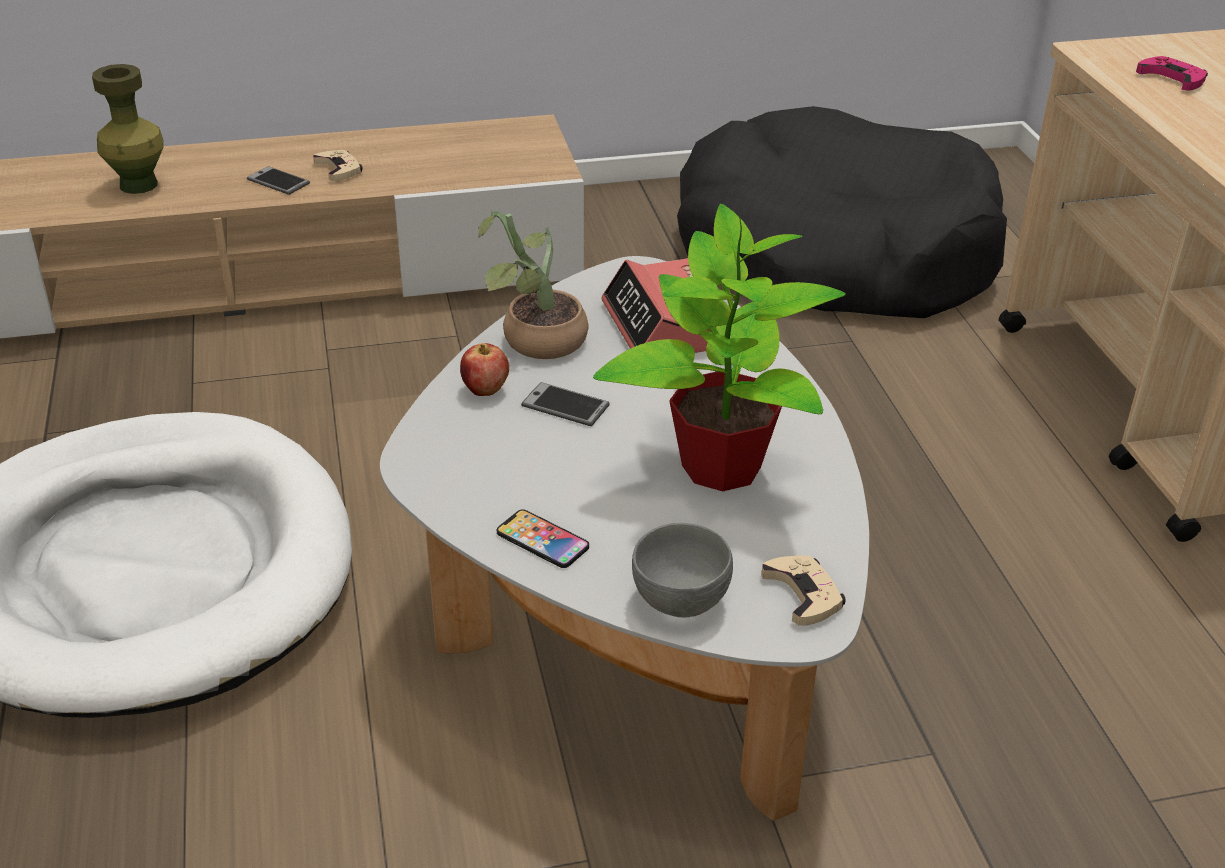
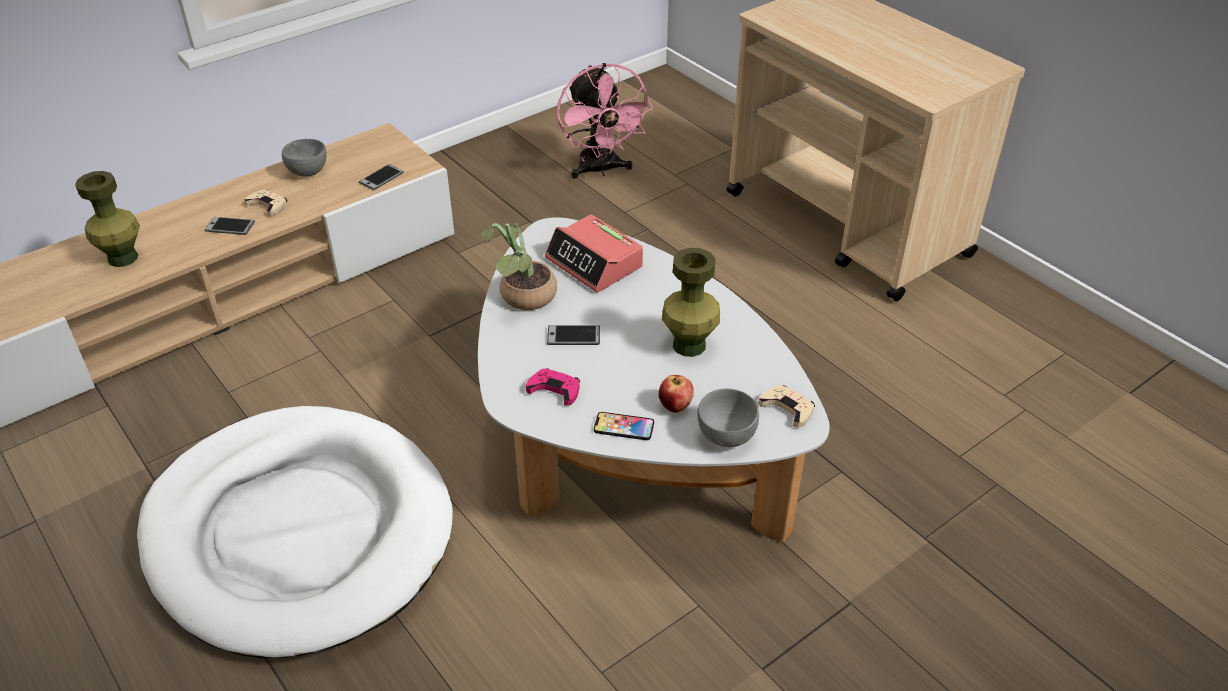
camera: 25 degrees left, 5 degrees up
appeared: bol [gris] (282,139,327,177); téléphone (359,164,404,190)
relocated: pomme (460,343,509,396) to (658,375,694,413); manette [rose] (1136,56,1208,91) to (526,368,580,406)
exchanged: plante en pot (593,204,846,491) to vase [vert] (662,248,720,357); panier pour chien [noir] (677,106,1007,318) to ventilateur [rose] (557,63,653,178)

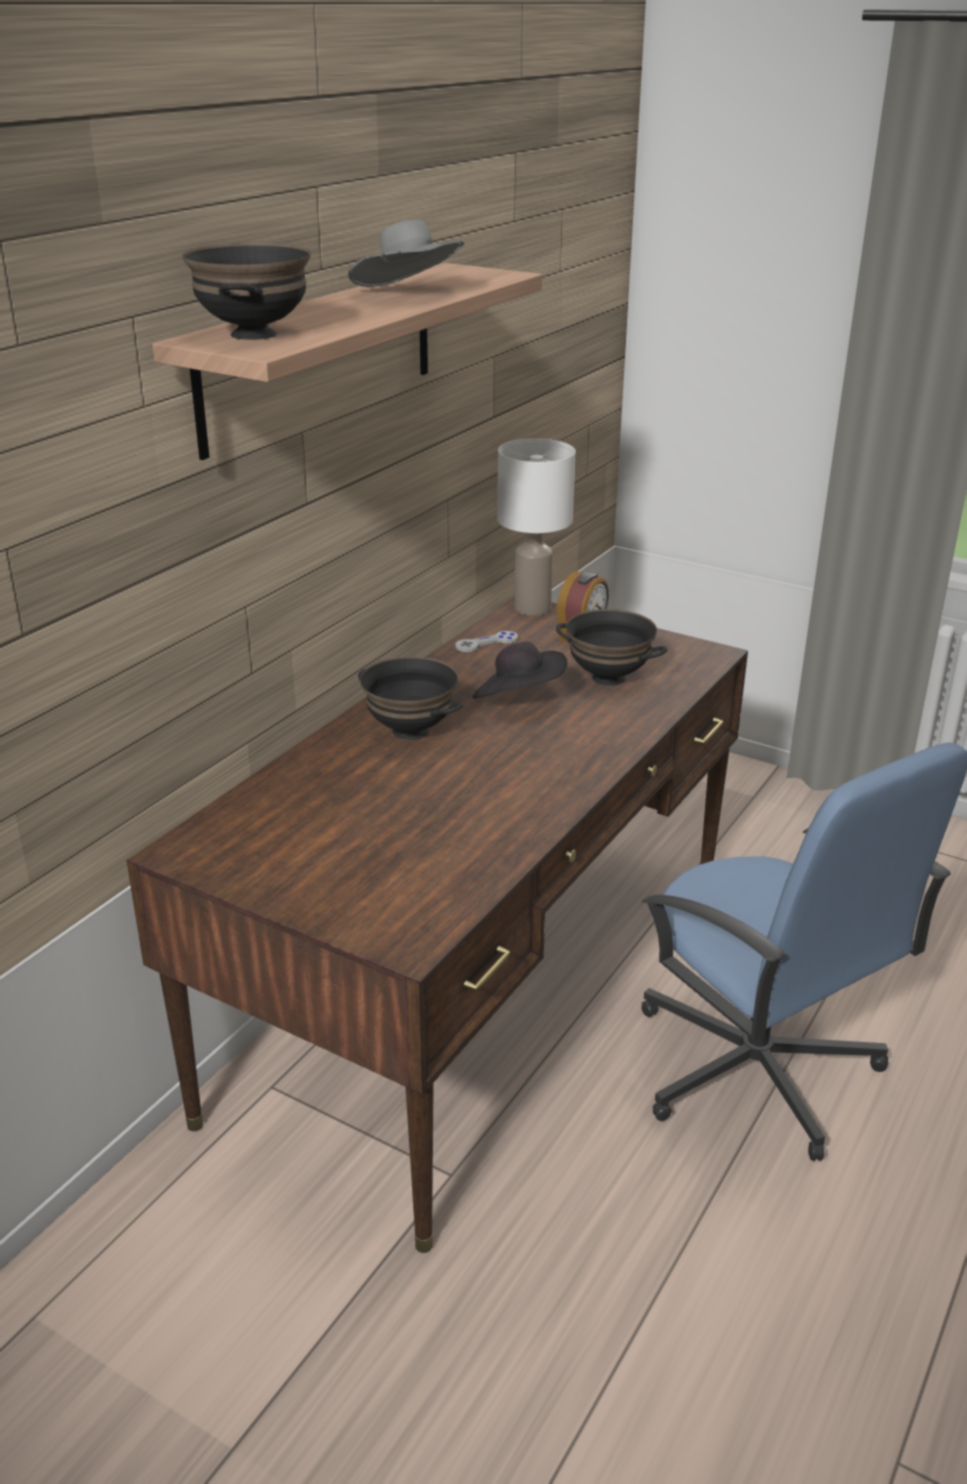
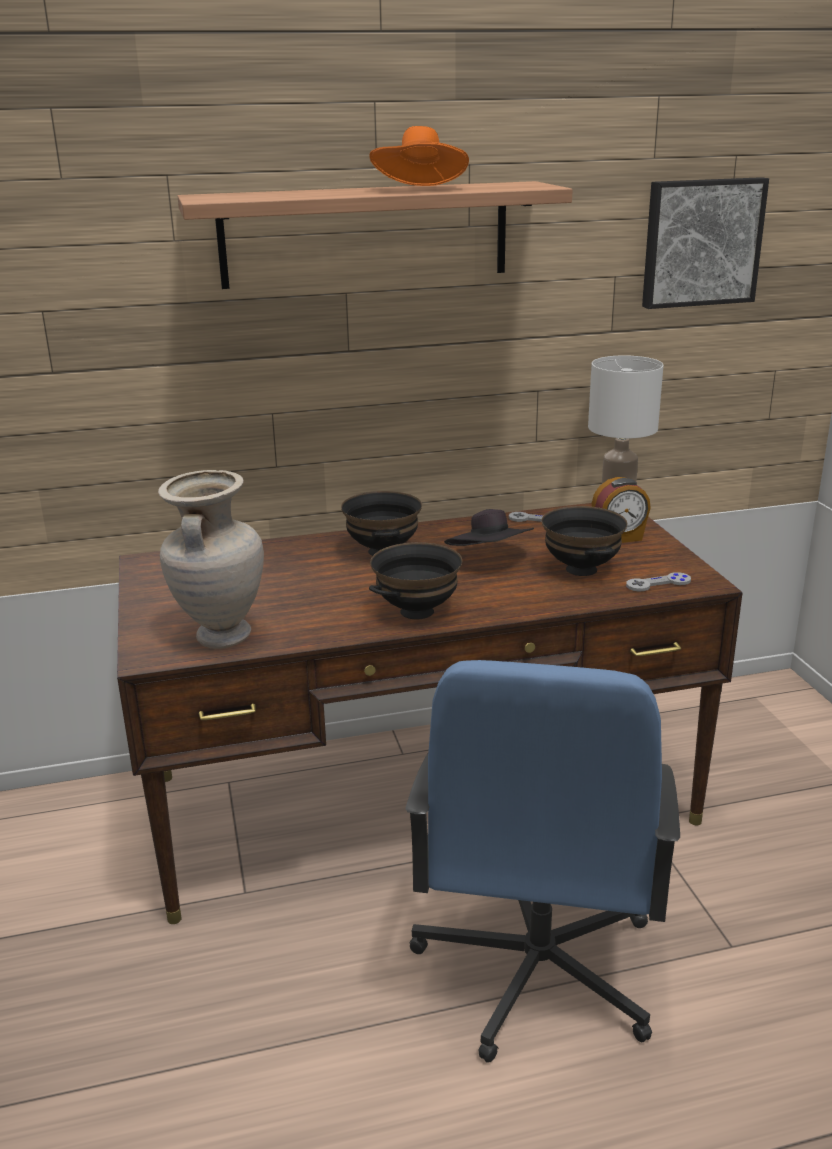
camera: 45 degrees right, 5 degrees down
appeared: vase [beige] (158,470,264,649); manette [gris] (626,572,691,591); tableau (642,177,769,309)
relocated: bol [noir] (183,243,311,340) to (369,542,462,619)
colour: chapeau [gris] (348,219,464,287) to chapeau [orange] (369,126,469,186)

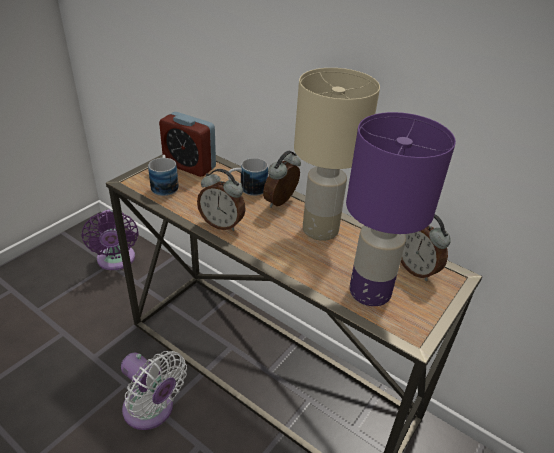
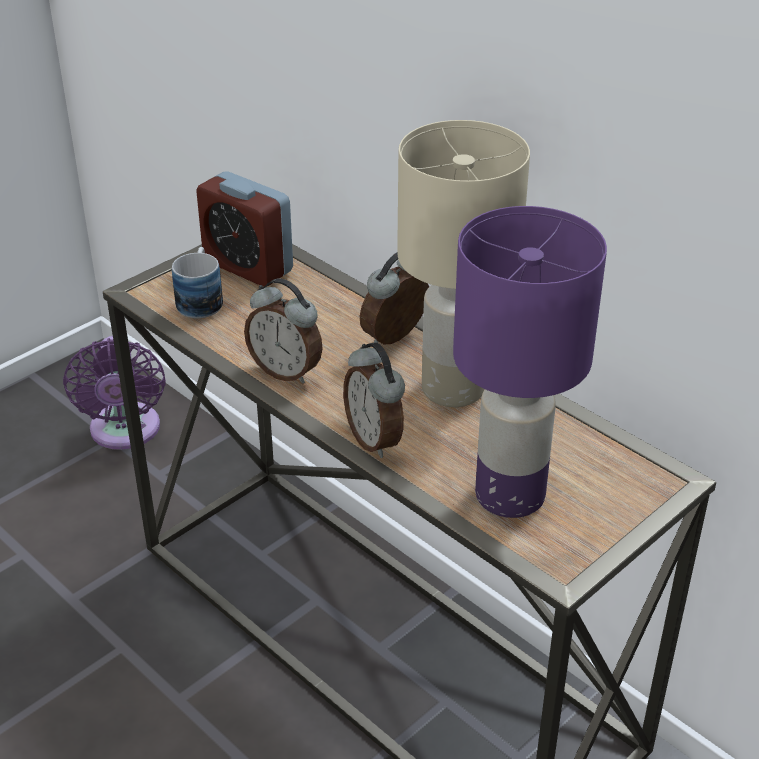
camera: 10 degrees right, 0 degrees up
missing: ventilateur [blanc] (121,351,187,430); mug (228,158,268,196)
relocated: réveil (401,214,451,281) to (343,342,405,458)

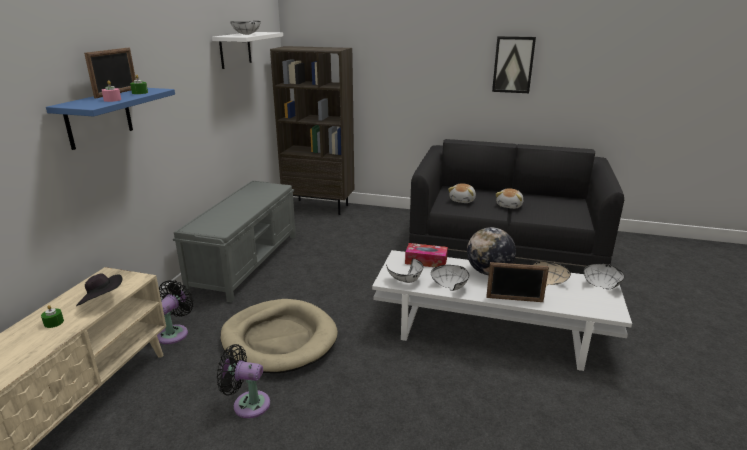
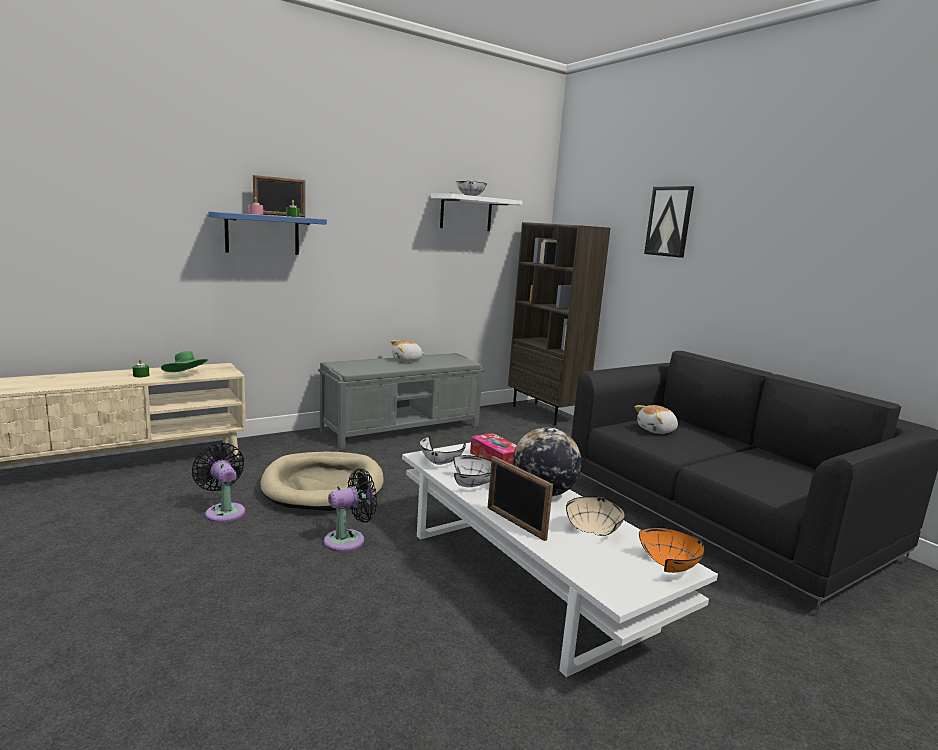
camera: 40 degrees right, 10 degrees down
relocated: ventilateur [noir] (157,280,194,344) to (324,469,377,552); tableau (492,36,536,93) to (644,186,694,258); peluche (496,188,523,209) to (391,340,425,362)
colour: chapeau [noir] (76,274,122,306) to chapeau [vert] (161,351,208,372); bol [blanc] (584,264,624,289) to bol [orange] (639,527,705,573)

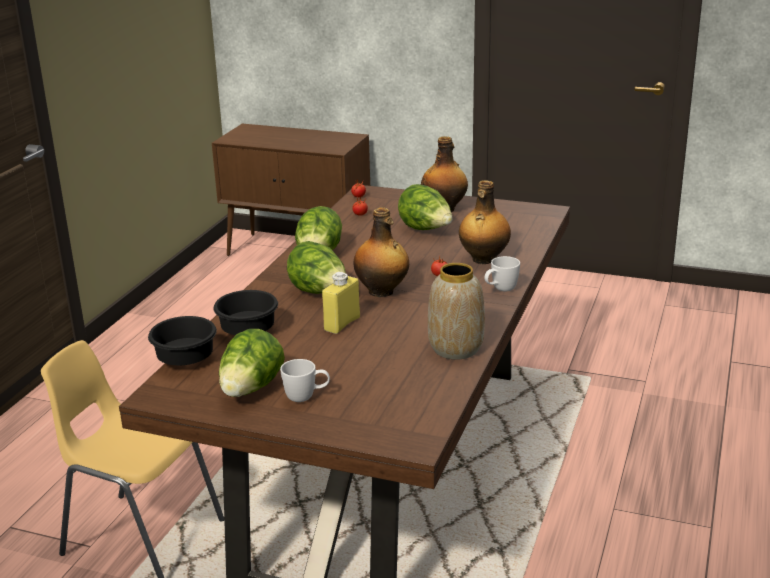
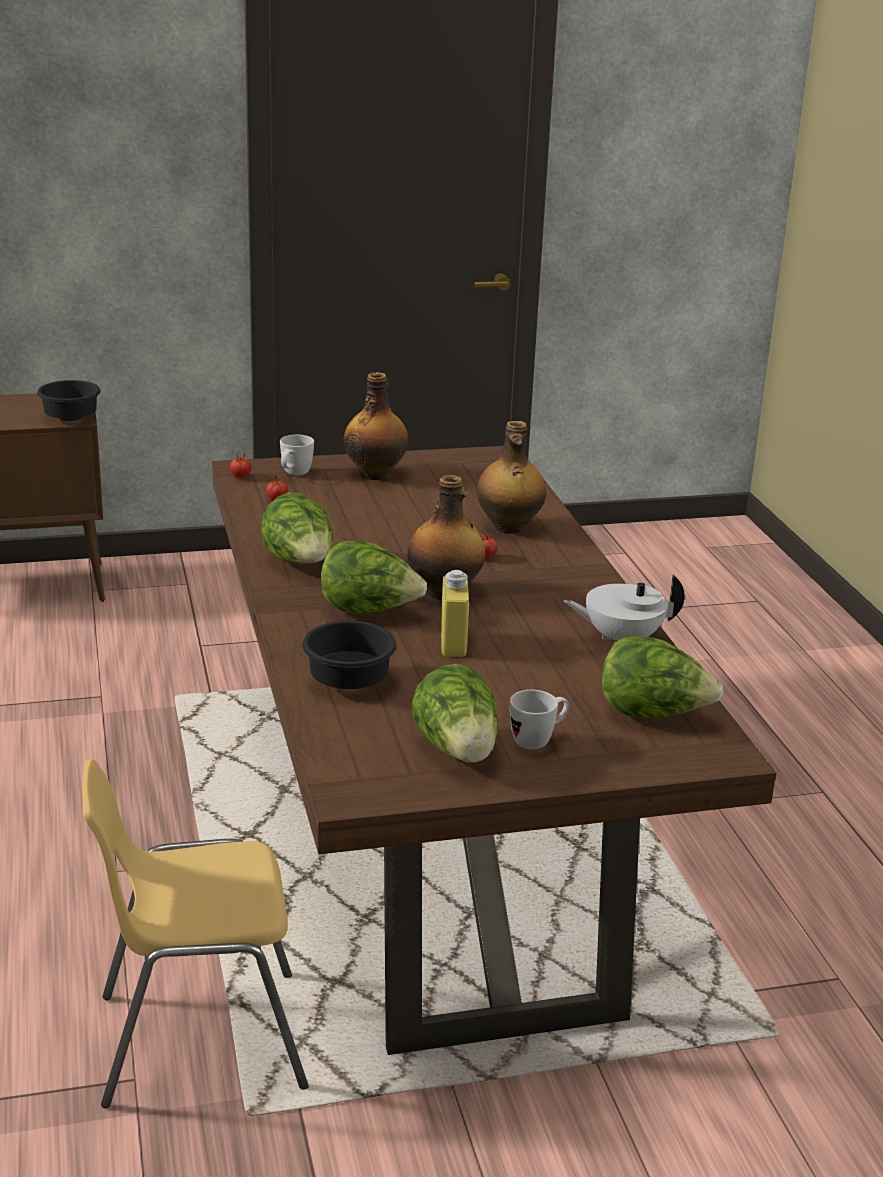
camera: 35 degrees left, 0 degrees up
relocated: bol [noir] (148,316,217,365) to (37,380,101,421); laitue (398,184,452,230) to (602,636,723,718); mug [blanc] (484,256,520,291) to (280,435,314,475)
exchanged: vase (428,263,485,360) to théière [blanc] (564,575,685,641)

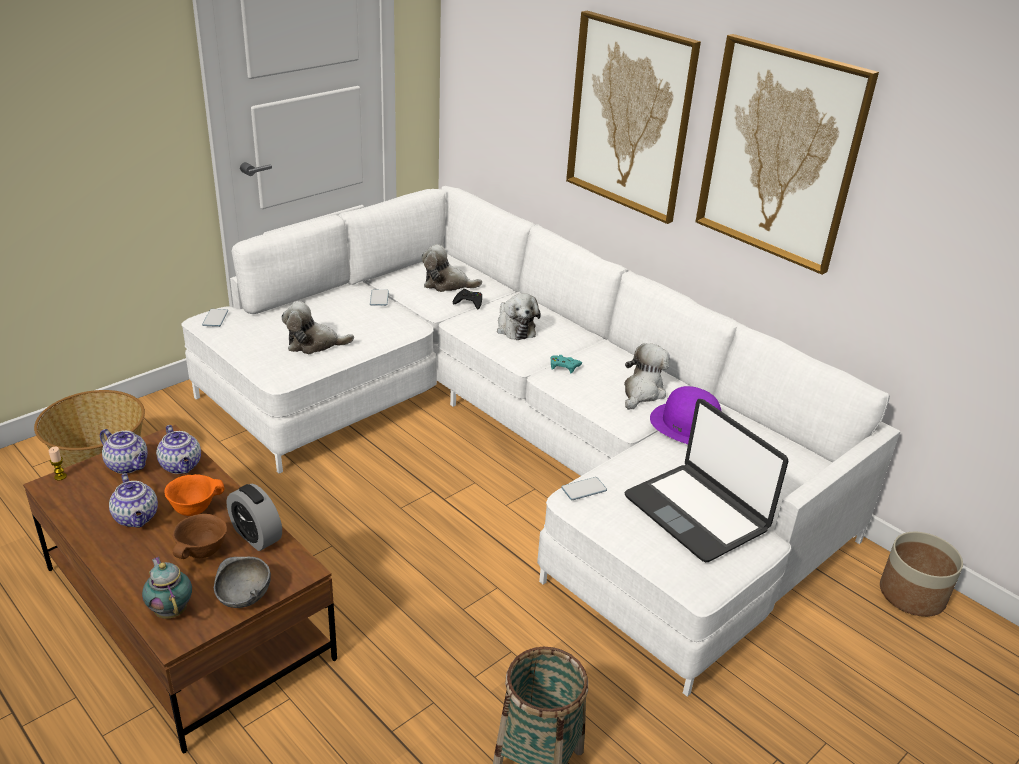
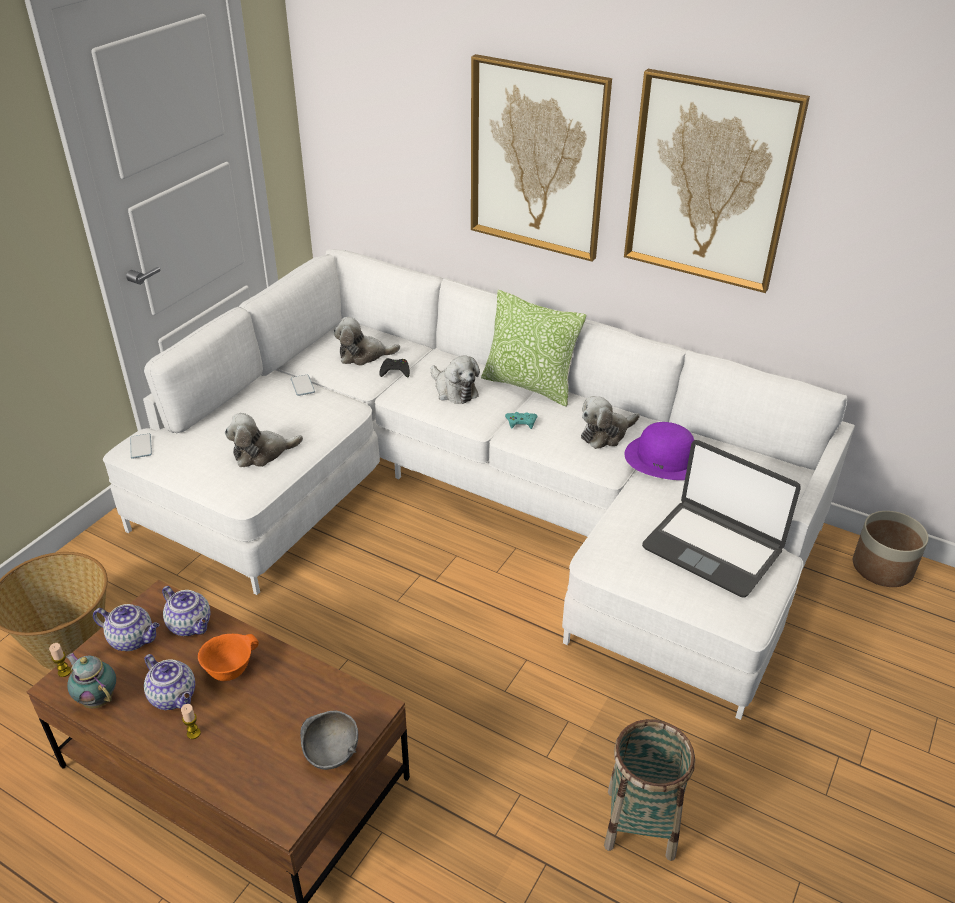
camera: 15 degrees left, 5 degrees up
missing: bol [marron] (173,514,227,559); réveil (226,484,282,551); téléphone (561,477,607,500)
appeared: bougie (181,704,201,739); coussin (481,290,586,407)
relocated: théière (142,556,192,619) to (66,653,116,708)
spun: peluche (624,343,670,410) = (581,396,640,449) 135 degrees counterclockwise

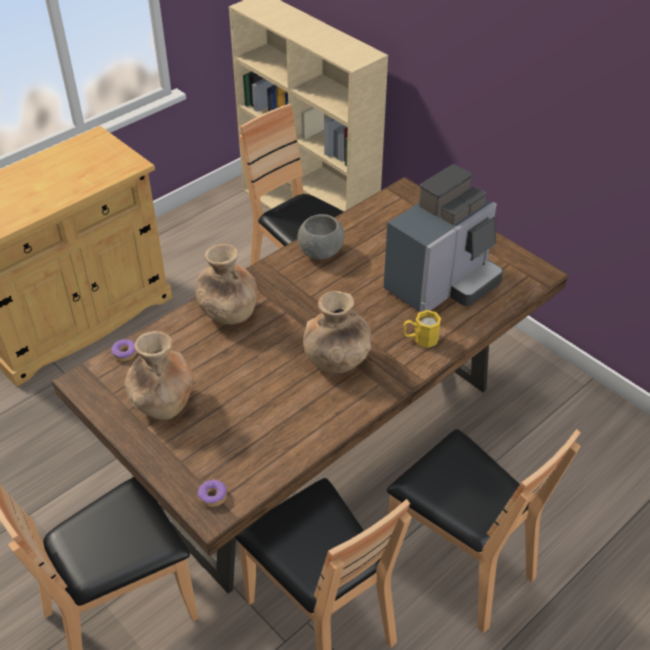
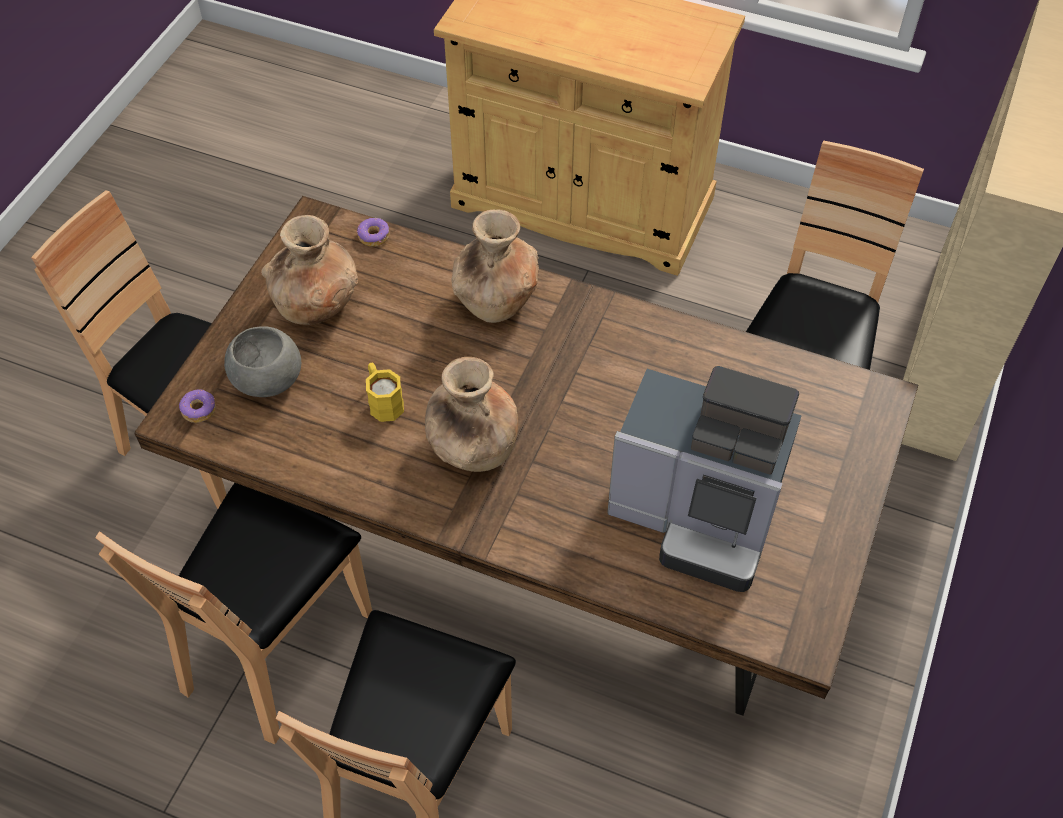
camera: 65 degrees right, 10 degrees up
relocated: bol [gris] (297,214,345,260) to (224,326,301,397); mug [jaune] (404,310,441,348) to (366,363,404,422)

